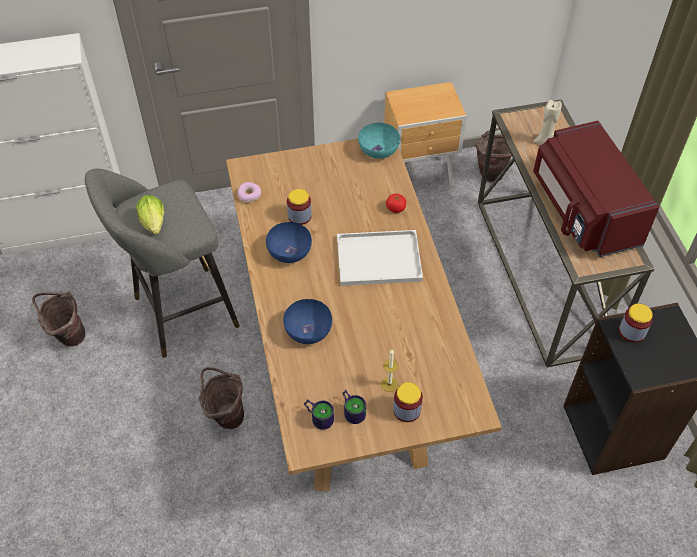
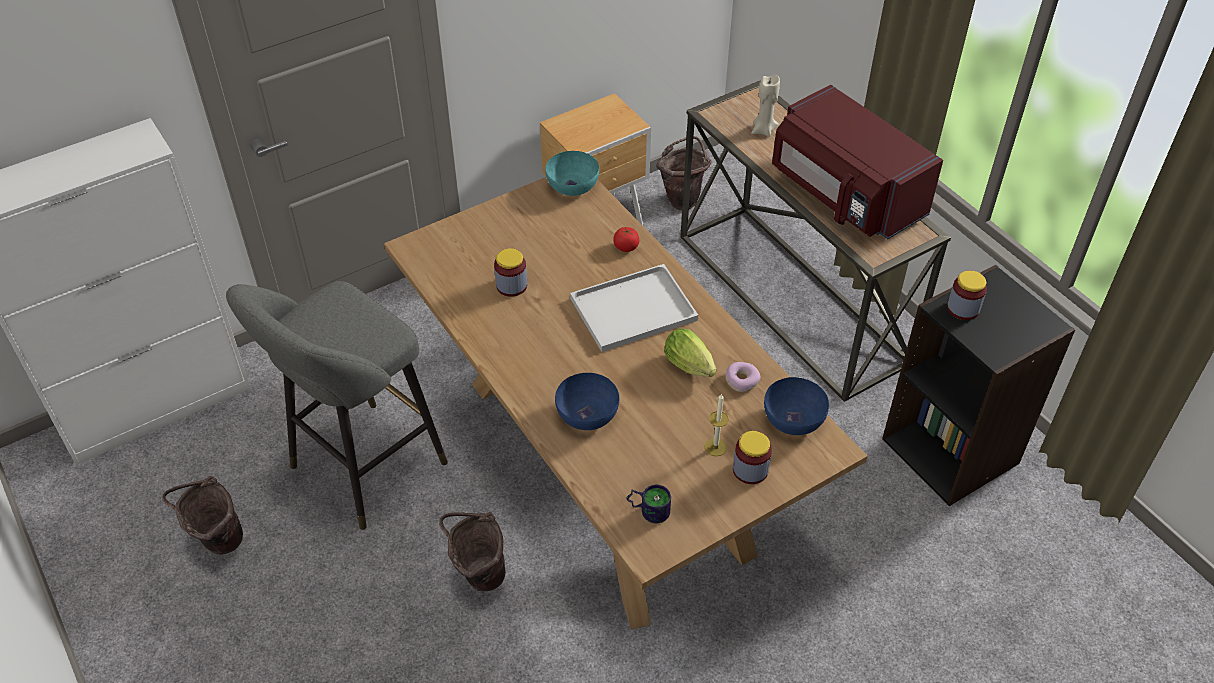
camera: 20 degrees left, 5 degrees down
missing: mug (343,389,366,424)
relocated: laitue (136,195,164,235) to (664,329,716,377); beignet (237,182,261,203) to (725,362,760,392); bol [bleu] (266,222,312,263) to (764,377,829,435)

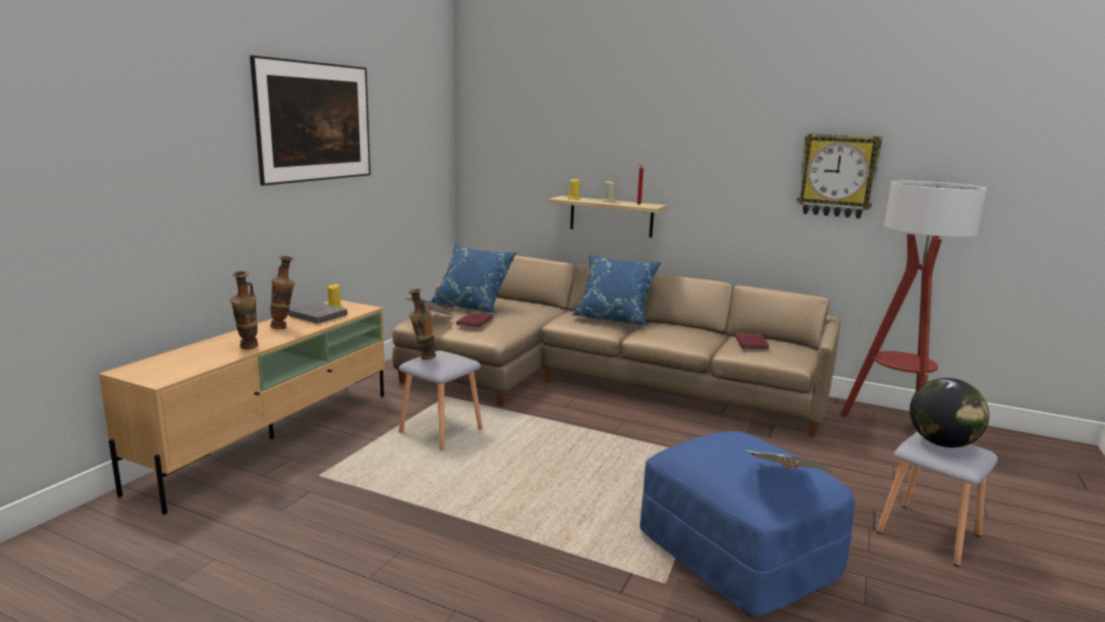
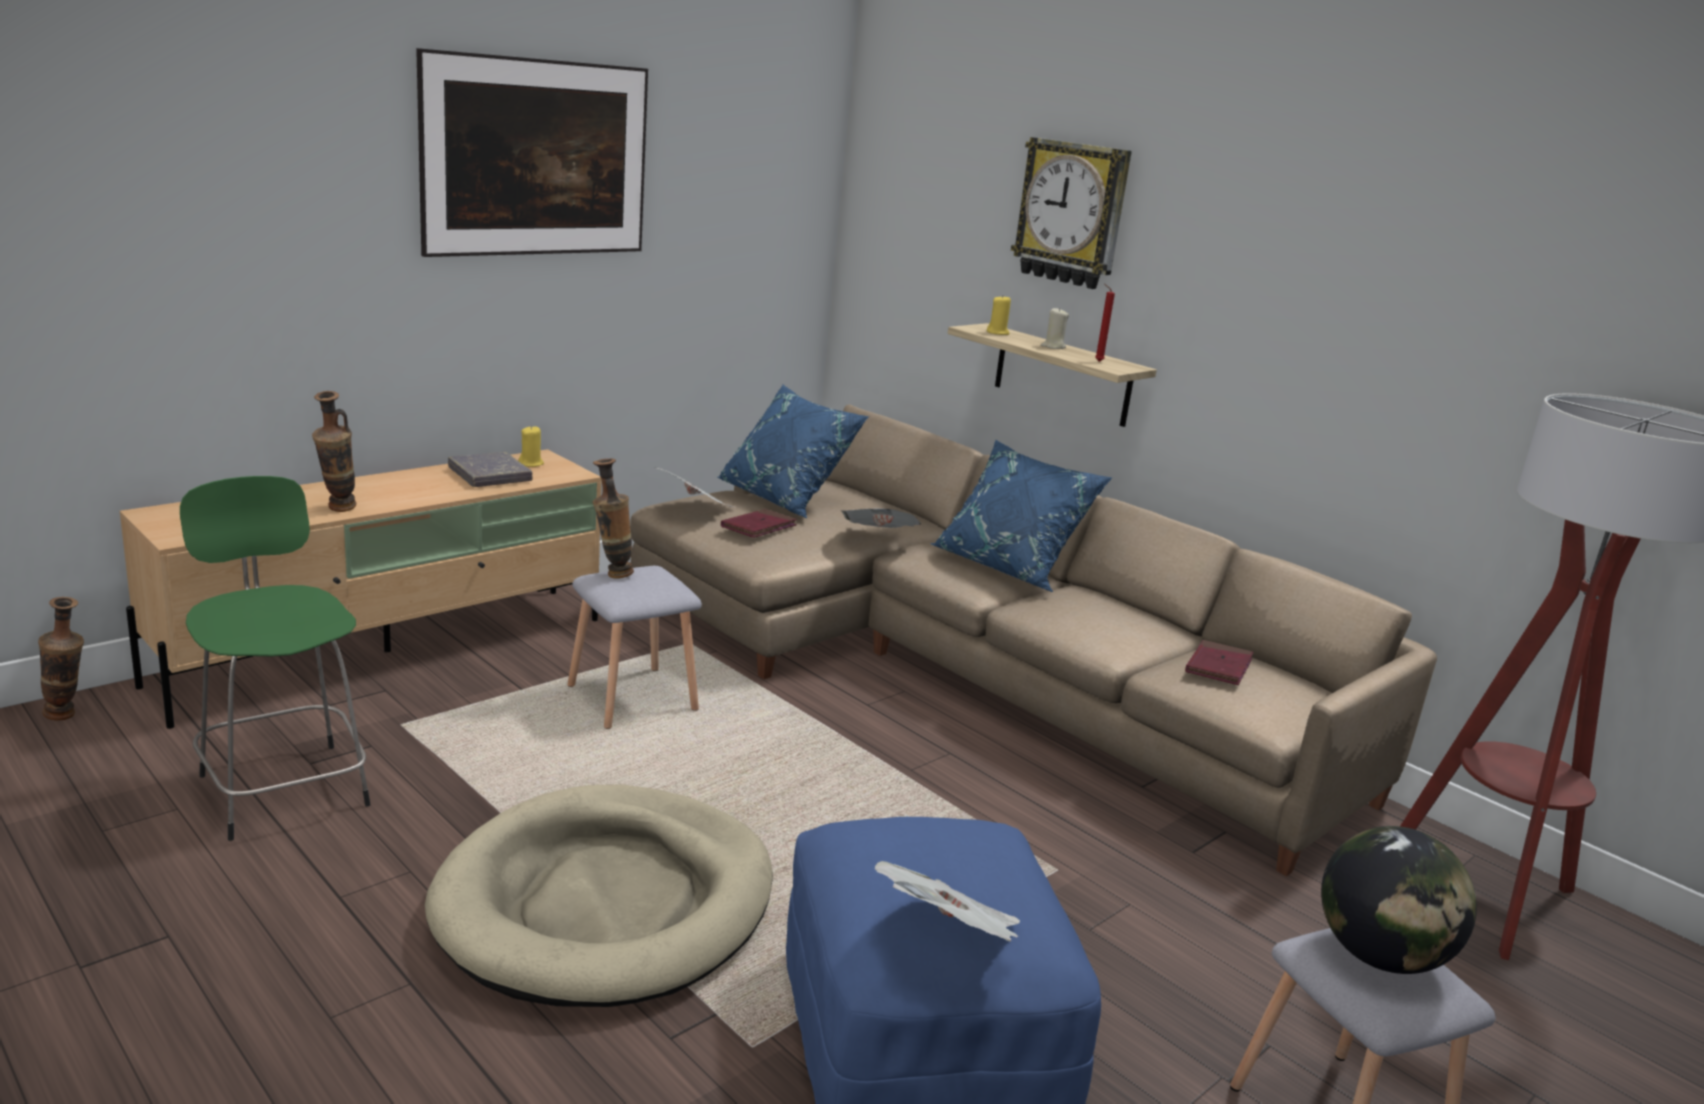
camera: 20 degrees right, 5 degrees up
appeared: tabouret [vert] (180,476,371,841); panier pour chien [beige] (425,784,773,1007); journal (841,509,922,528)
relocated: vase (270,256,295,329) to (38,597,84,721); horloge murale (797,133,882,219) to (1011,137,1132,289)

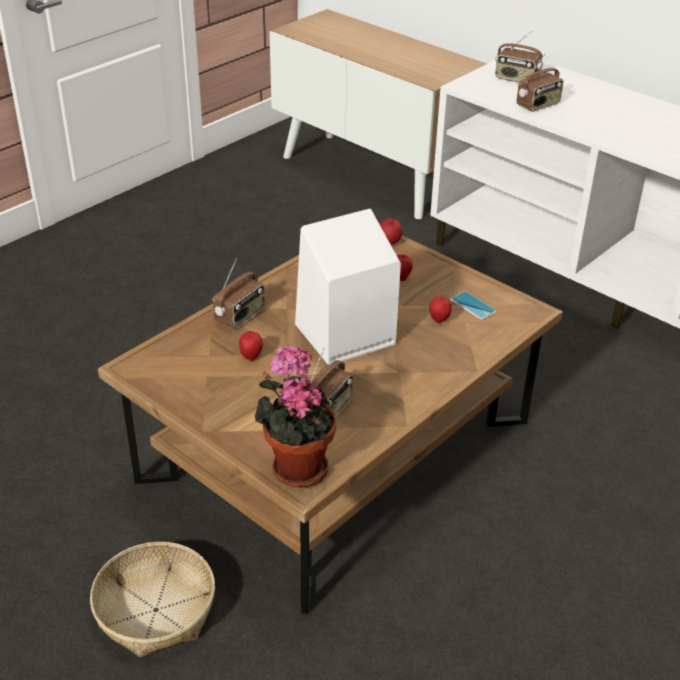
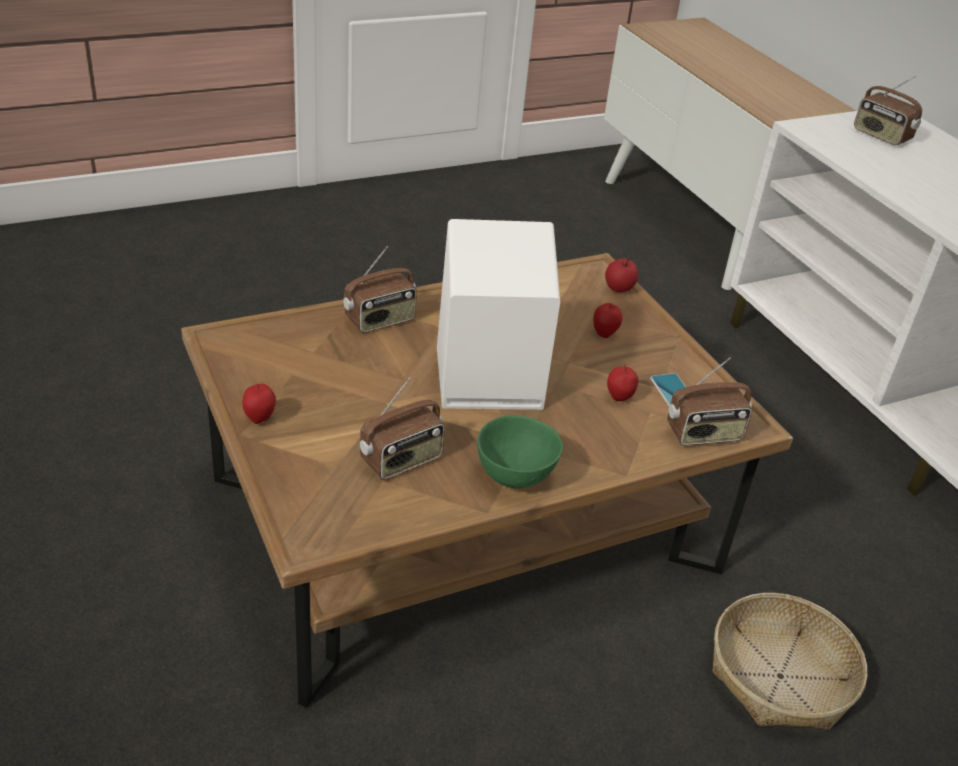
camera: 20 degrees right, 0 degrees up
missing: plante en pot (255,345,336,488)
appeared: bol [vert] (477,416,563,488)
relocated: panier (90,542,215,658) to (712,593,867,730); pomme (239,331,263,361) to (242,384,276,424); radio (516,53,563,112) to (667,357,752,445)

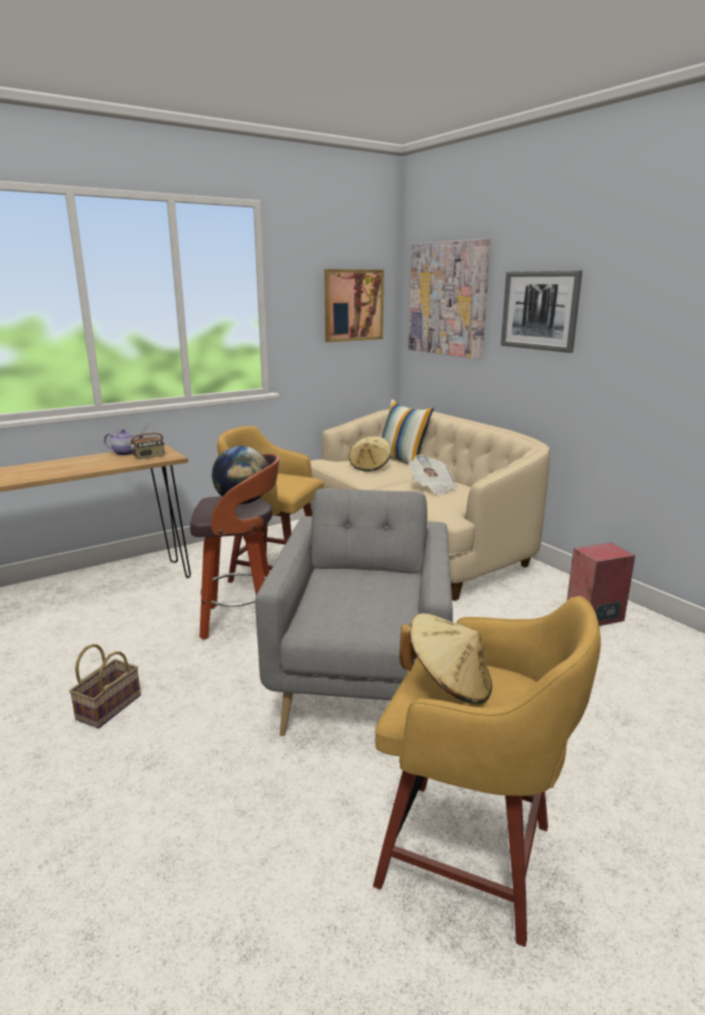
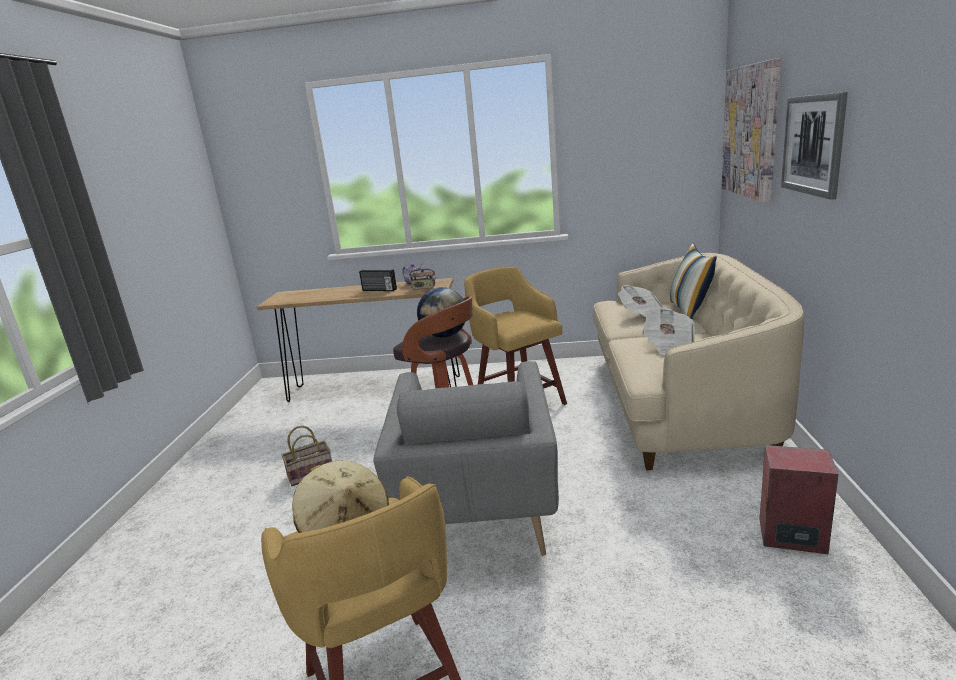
camera: 40 degrees right, 0 degrees up
missing: tableau (324,269,384,342)
appeared: radio (359,269,397,291)
exchanged: chapeau [beige] (349,436,391,472) to journal (618,285,662,317)
spun: fauteuil [gris] (255,488,453,736) = (373,361,559,556) 135 degrees clockwise

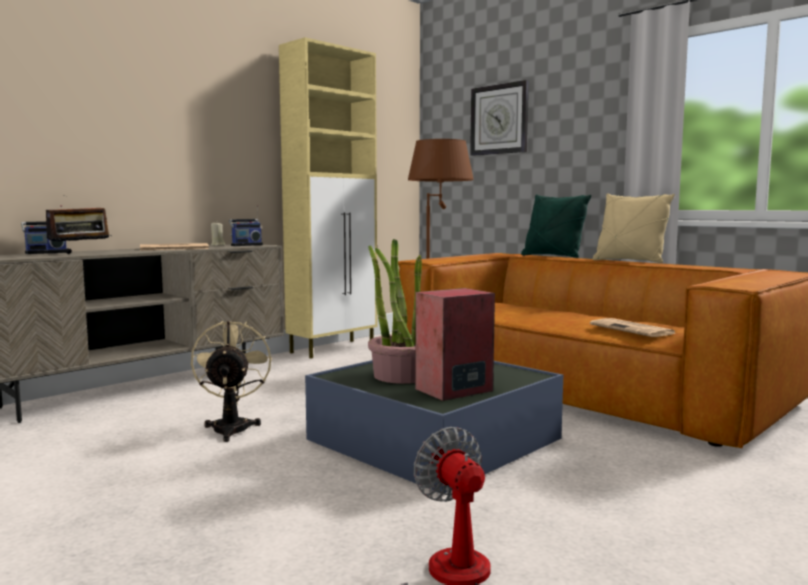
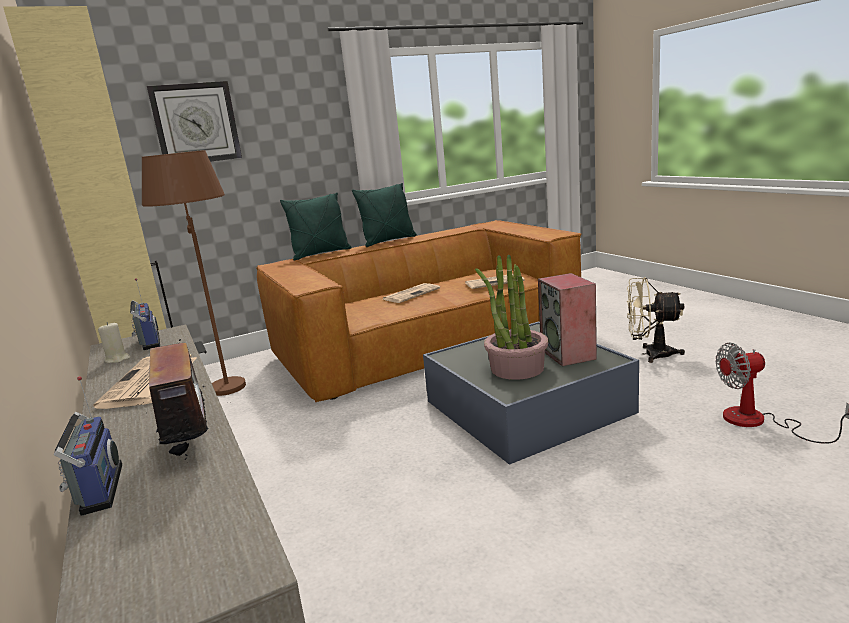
camera: 70 degrees left, 10 degrees up
appeared: journal (382,283,440,303)
relocated: ventilateur [beige] (191,321,272,442) to (627,277,685,363)
colour: coussin [beige] (593,193,675,263) to coussin [vert] (352,183,417,247)

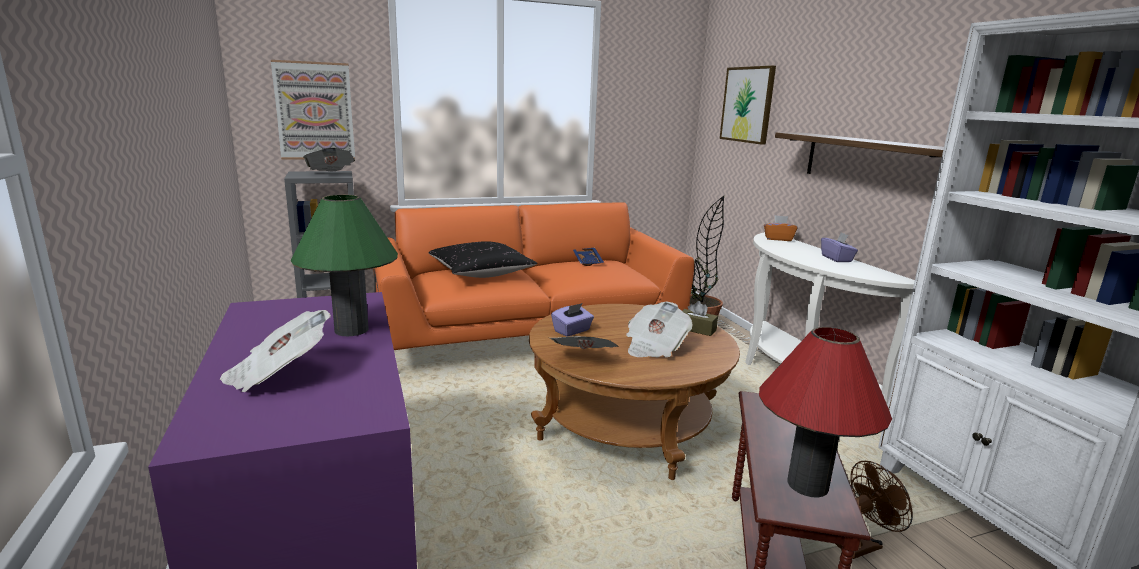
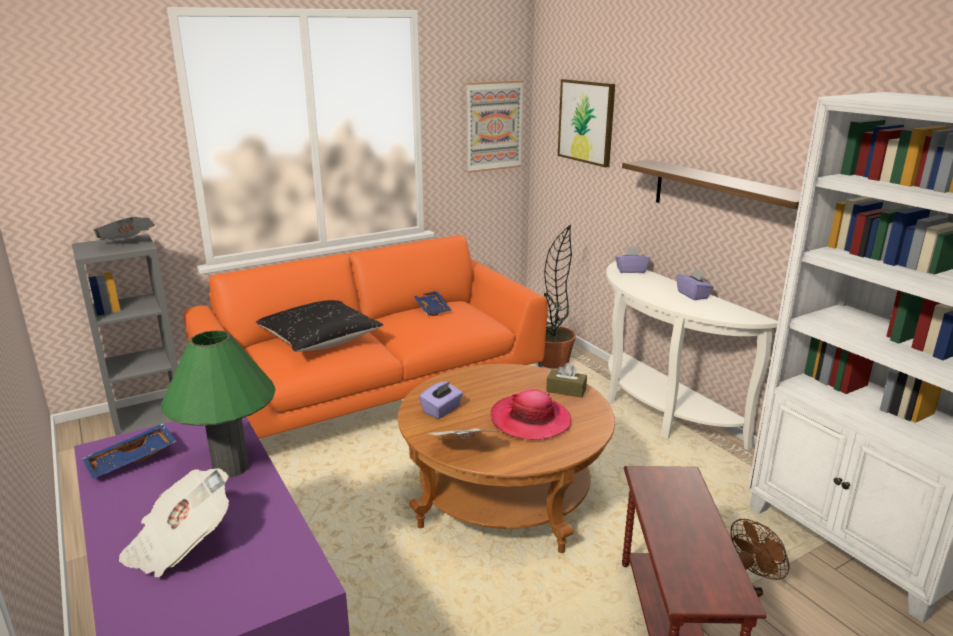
camera: 10 degrees left, 5 degrees up
missing: lampe de table [rouge] (759,327,892,497)
appeared: plateau [bleu] (82,423,177,479)
relocated: tableau (271,60,355,159) to (466,80,524,173)
exchanged: journal (626,302,693,358) to chapeau (490,389,571,440)
colour: boîte à mouchoirs [orange] (764,215,797,241) to boîte à mouchoirs [violet] (615,247,650,273)

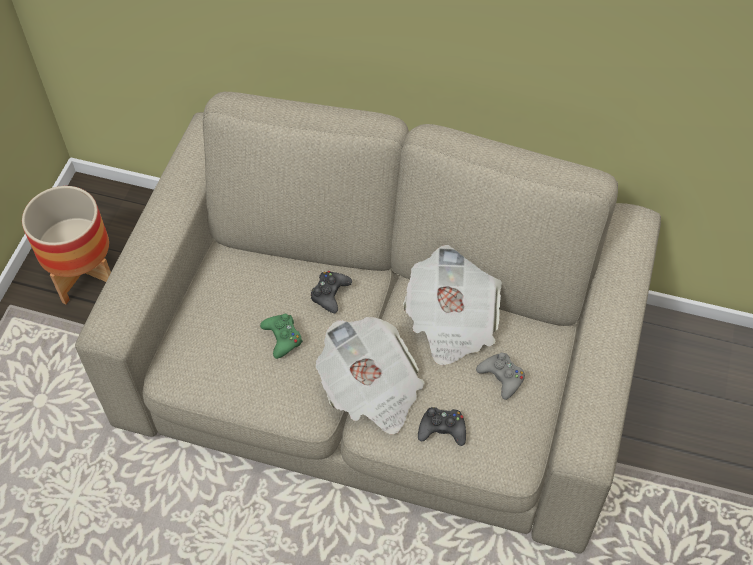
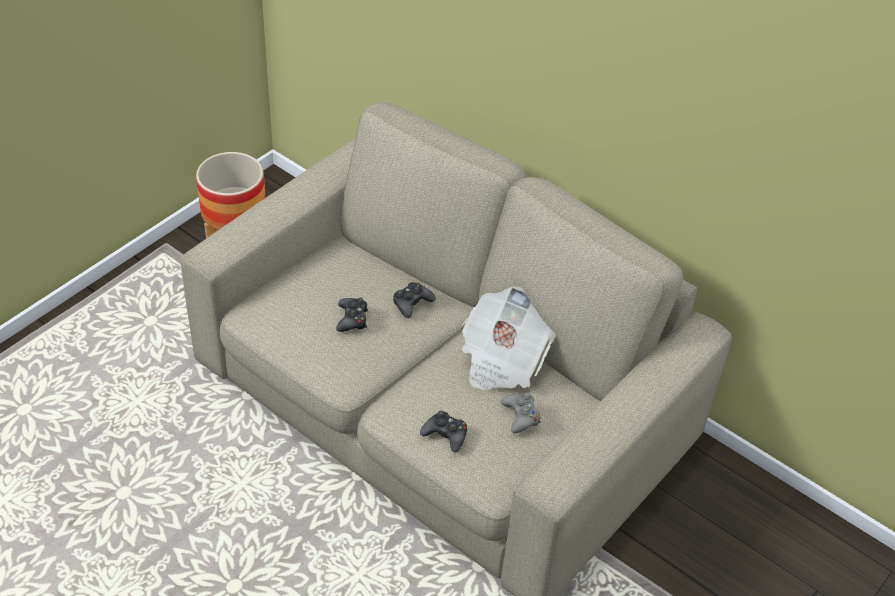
camera: 20 degrees right, 10 degrees down
missing: journal (316,317,424,435)
colour: manette [vert] (260,314,303,359) to manette [noir] (336,298,368,332)

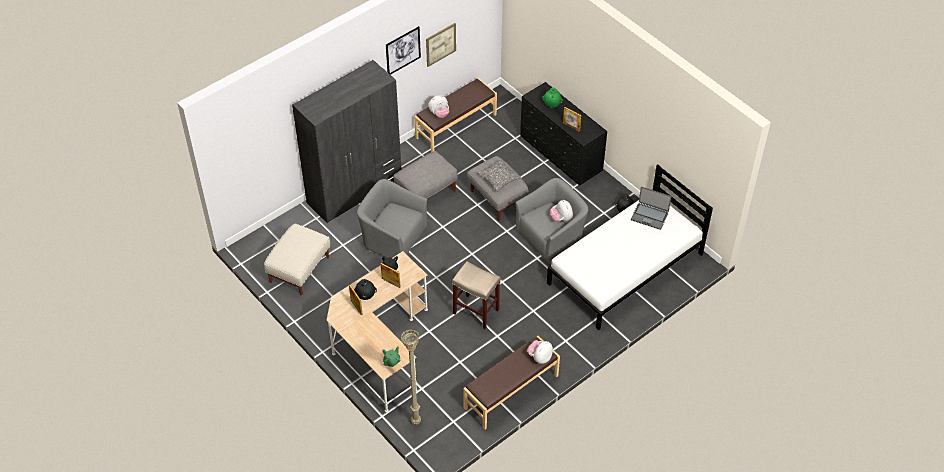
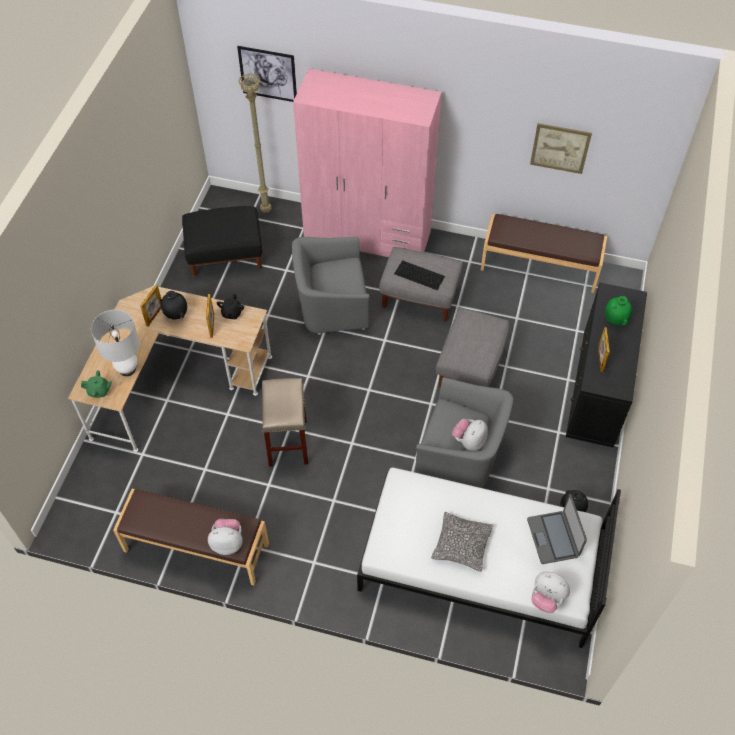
camera: 55 degrees right, 5 degrees up
appeared: lampe de table [blanc] (91,310,140,376); clavier (394,260,445,290)
relocated: tableau (386,26,421,75) to (237,46,297,102); lampadaire [beige] (401,330,421,425) to (238,73,271,213); peluche (428,95,449,118) to (531,572,570,613); coussin (478,159,520,192) to (431,512,493,572)
colour: pouf [beige] (264,224,330,296) to pouf [noir] (182,206,262,277); armoire [gris] (292,60,402,223) to armoire [rose] (293,68,441,257)
spun: fauteuil [gris] (357,179,427,258) = (292,237,369,335) 90 degrees counterclockwise

